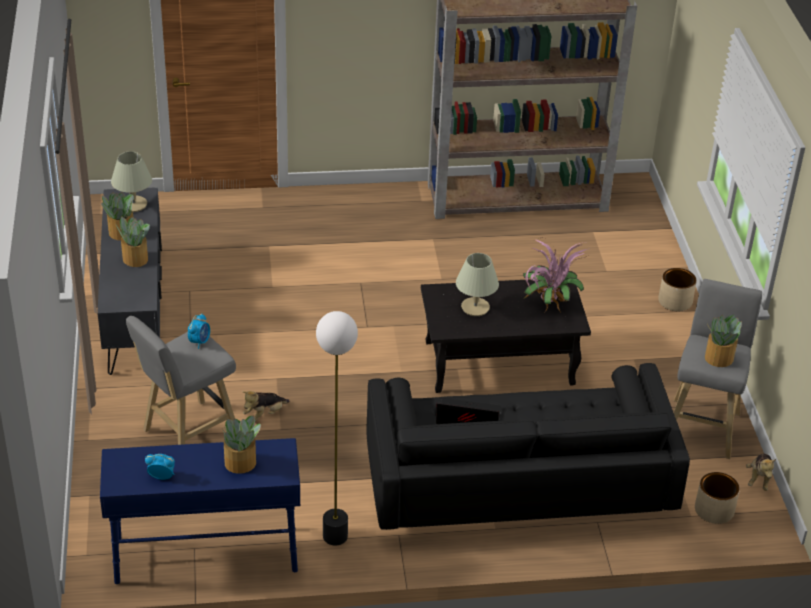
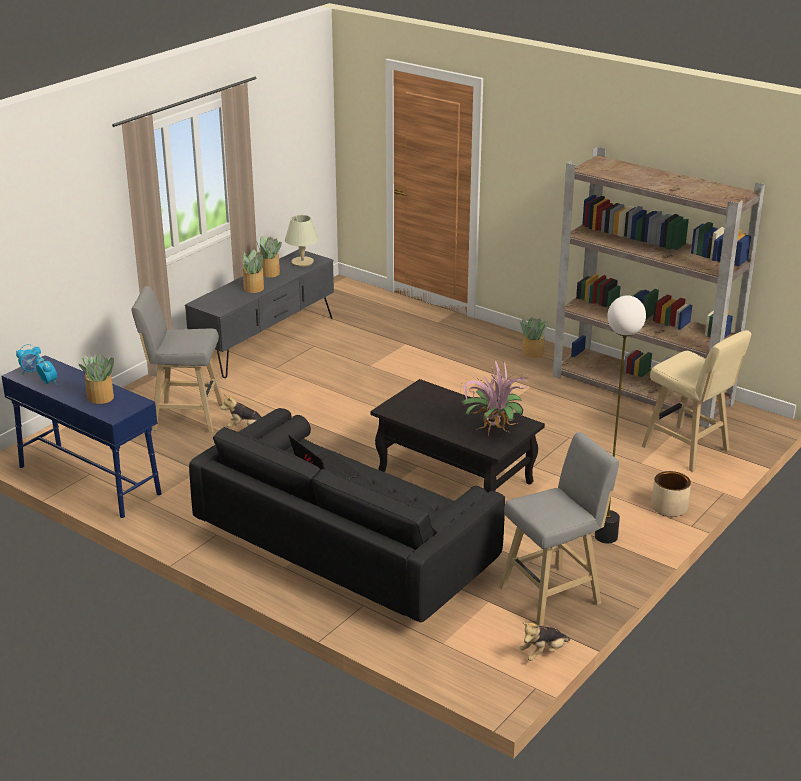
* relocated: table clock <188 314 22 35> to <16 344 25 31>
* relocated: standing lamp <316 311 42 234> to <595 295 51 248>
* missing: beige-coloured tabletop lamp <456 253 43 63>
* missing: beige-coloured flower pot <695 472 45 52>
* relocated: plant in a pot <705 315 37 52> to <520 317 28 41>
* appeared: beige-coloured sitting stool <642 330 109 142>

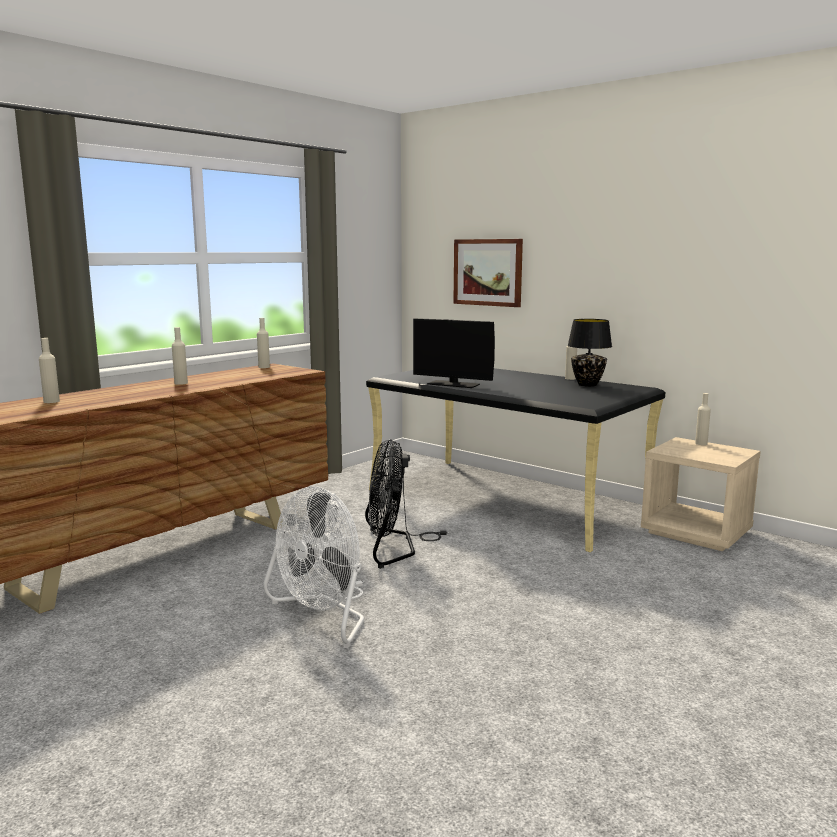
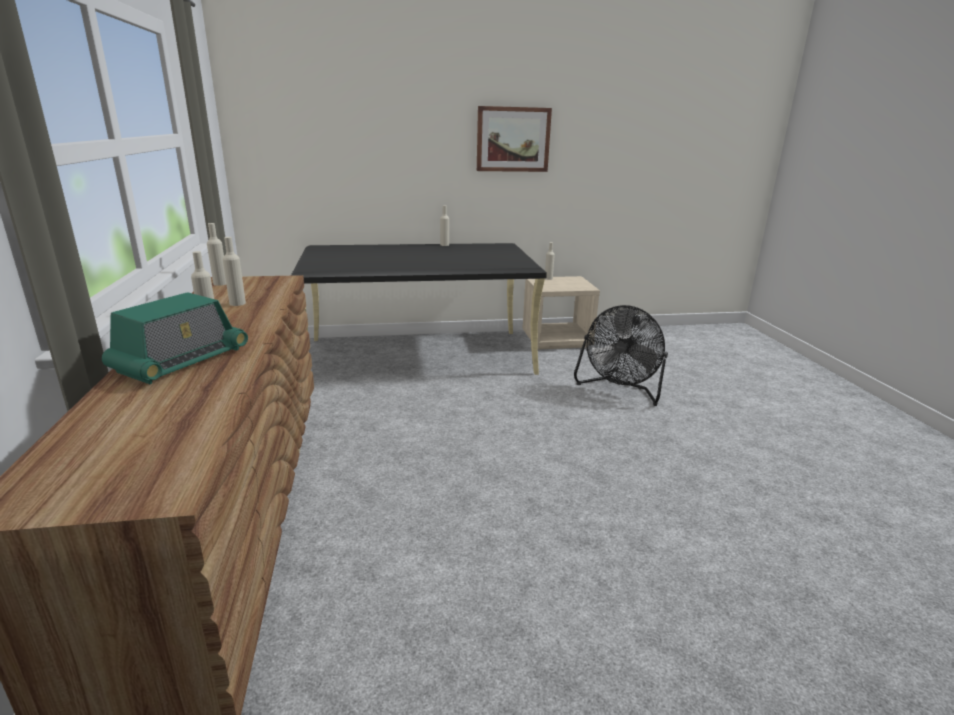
* relocated: beige-coloured drink bottle <39 338 21 65> to <223 237 23 69>
* missing: white electric fan <263 486 101 162>
* relocated: black-coloured electric fan <365 439 84 130> to <574 305 94 101>
* missing: computer display <413 318 82 70>
* relocated: picture <453 239 70 68> to <477 106 75 66>
* missing: black-coloured tabletop lamp <568 319 44 68>
* appeared: radio <102 292 146 92>

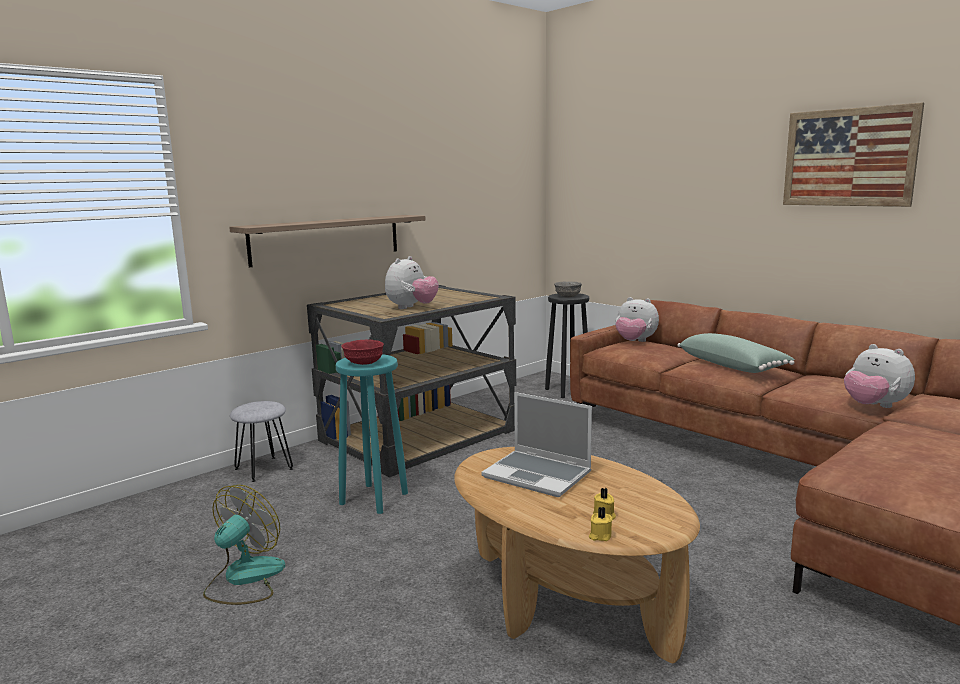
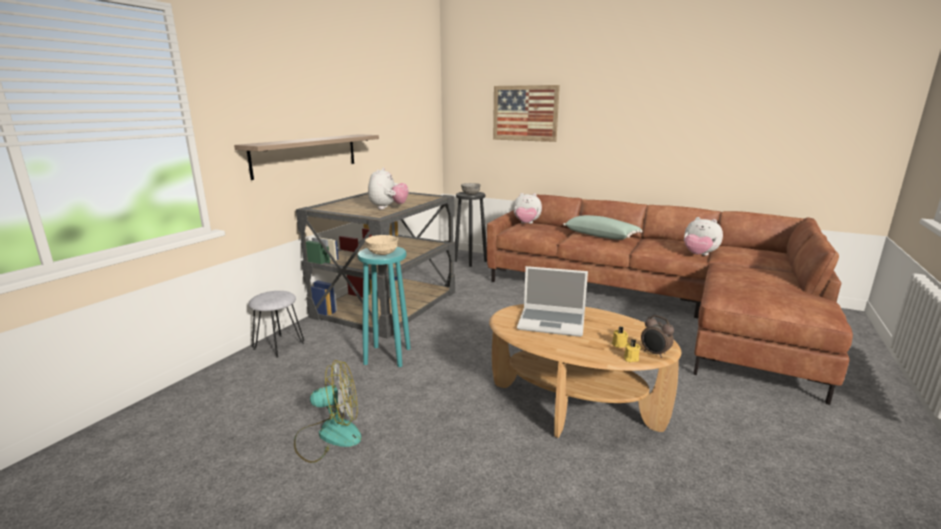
* spun: electric fan <203 485 83 120> = <294 360 68 103> 75 degrees clockwise
* colour: red serving bowl <341 340 43 25> to beige-coloured serving bowl <365 235 33 20>
* relocated: picture <783 102 141 105> to <493 85 67 57>
* appeared: table clock <641 315 33 43>

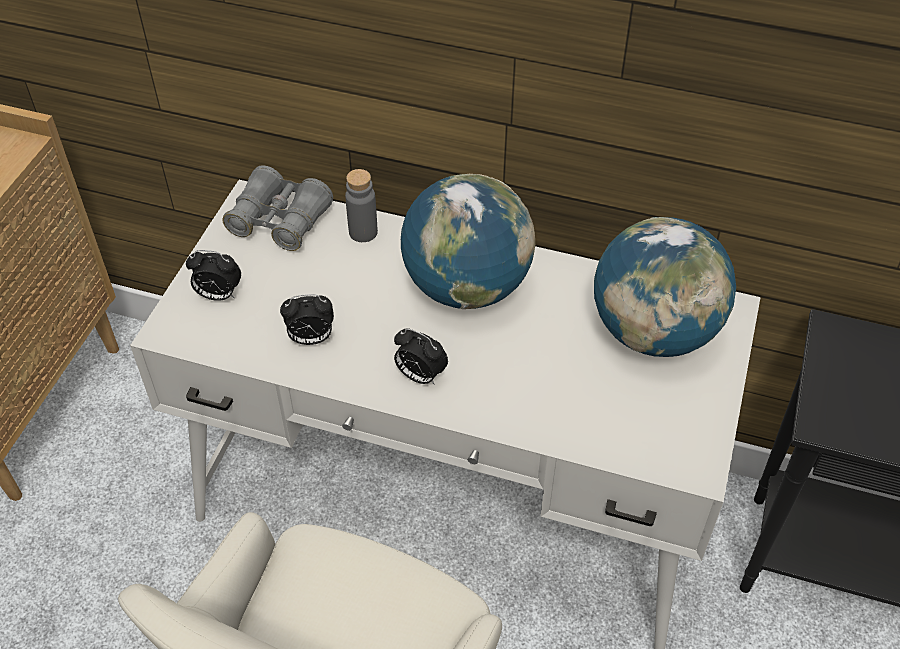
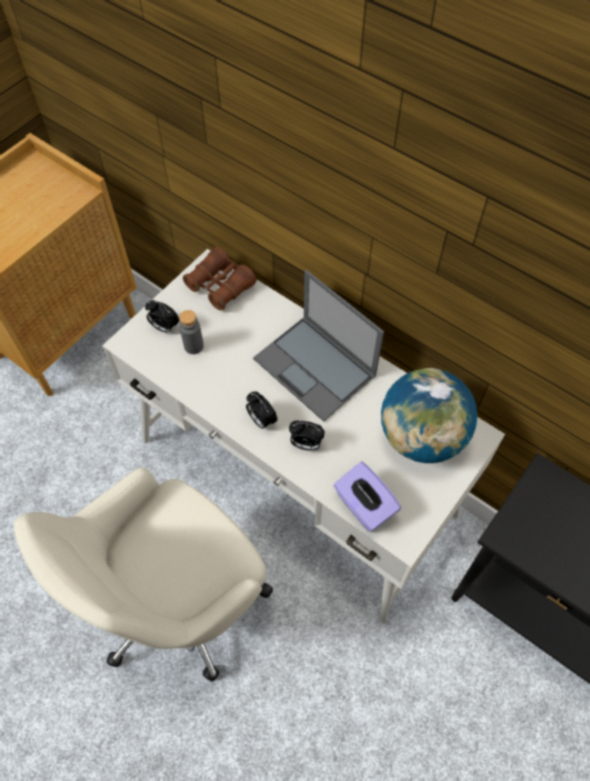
* colour: greyish pair of binoculars <222 166 111 85> to brownish pair of binoculars <183 247 74 64>
* relocated: table clock <280 294 54 51> to <289 420 36 31>
* relocated: greyish drink bottle <345 169 33 73> to <179 310 25 44>
* exchanged: globe <401 174 134 136> to laptop <253 270 131 152>
* appeared: purple-coloured tissue holder <333 462 68 70>

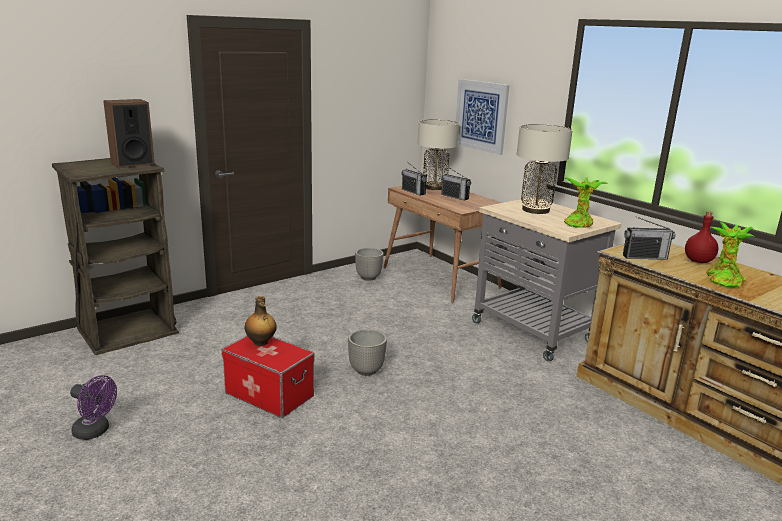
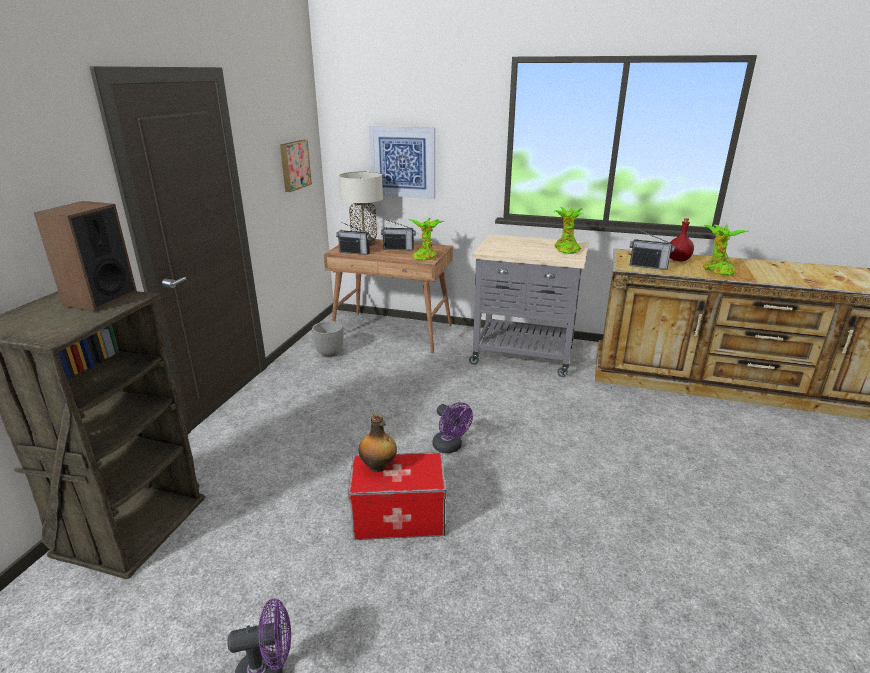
* exchanged: flower pot <348 329 39 47> to purple-coloured electric fan <432 402 41 51>
* missing: tabletop lamp <517 124 56 90>
* spun: radio <623 217 52 43> = <629 230 46 40> 60 degrees clockwise
* appeared: picture <280 140 32 52>
* appeared: plant in a pot <409 218 35 43>

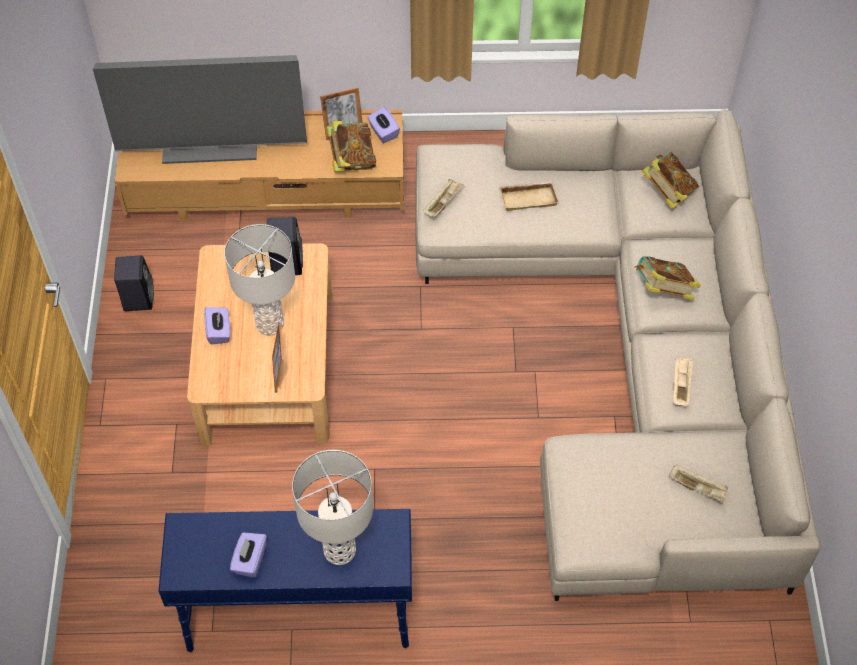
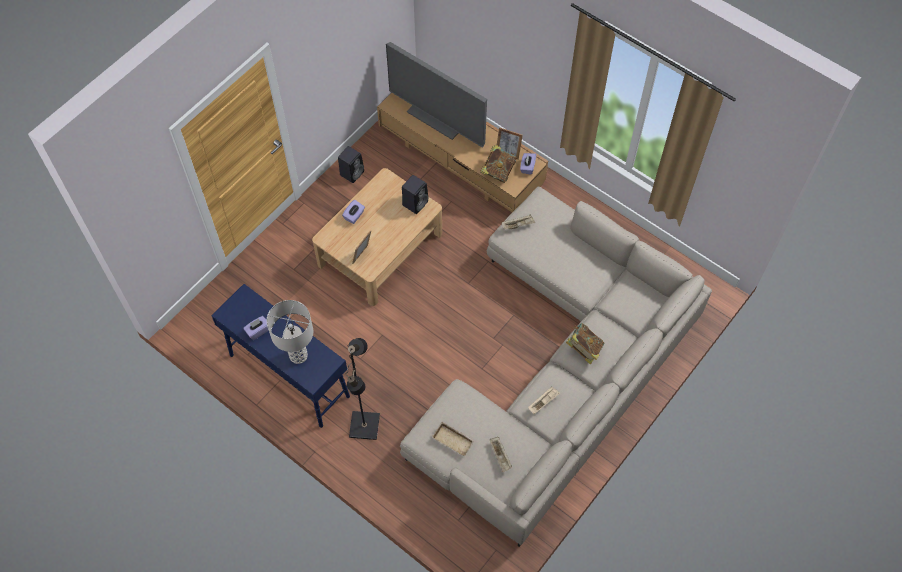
* missing: white tabletop lamp <224 224 71 111>
* relocated: beige-coloured tray <499 181 60 30> to <432 422 43 34>
* missing: book <642 152 57 57>
* appeared: black-coloured standing lamp <345 338 35 102>

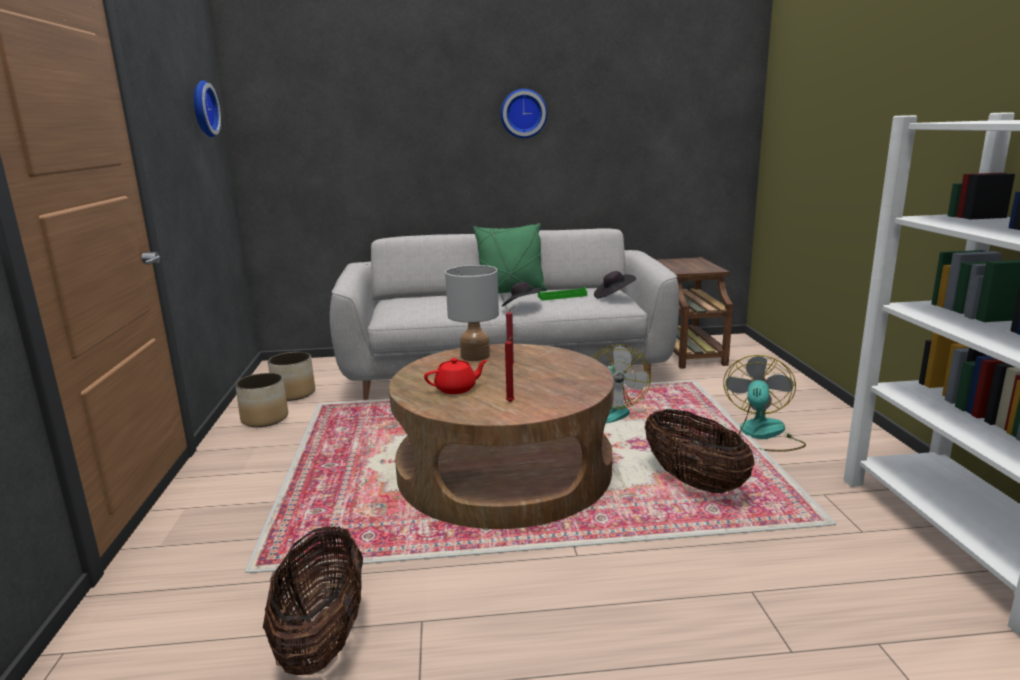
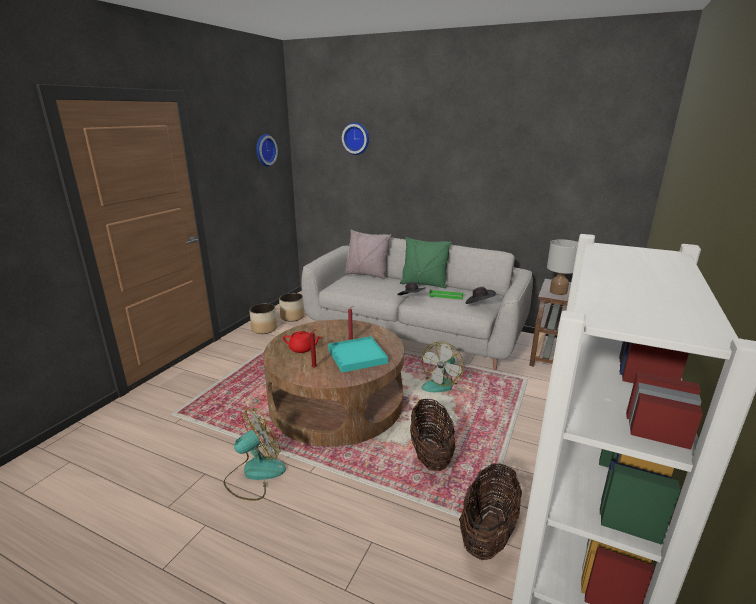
* relocated: storage basket <263 526 100 149> to <459 463 63 97>
* relocated: greyish tabletop lamp <445 265 54 96> to <547 239 31 56>
* relocated: wall clock <500 89 47 49> to <342 122 27 33>
* relocated: electric fan <723 355 83 97> to <223 408 63 92>
* appeared: turquoise tray <328 336 60 36>
* appeared: purple-coloured pillow <344 229 47 50>

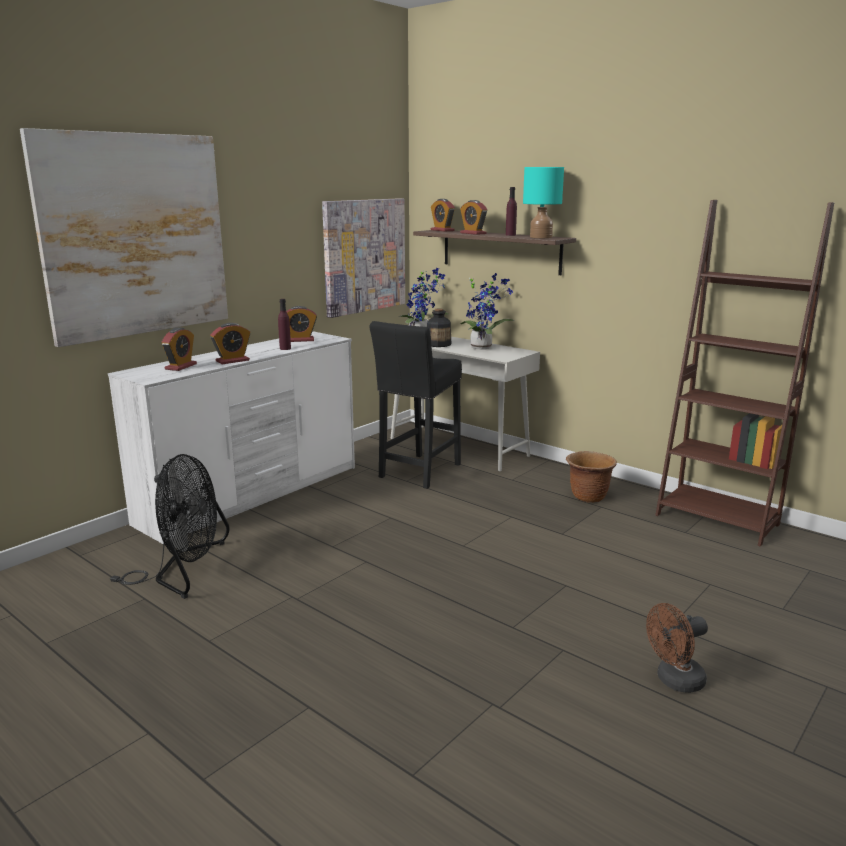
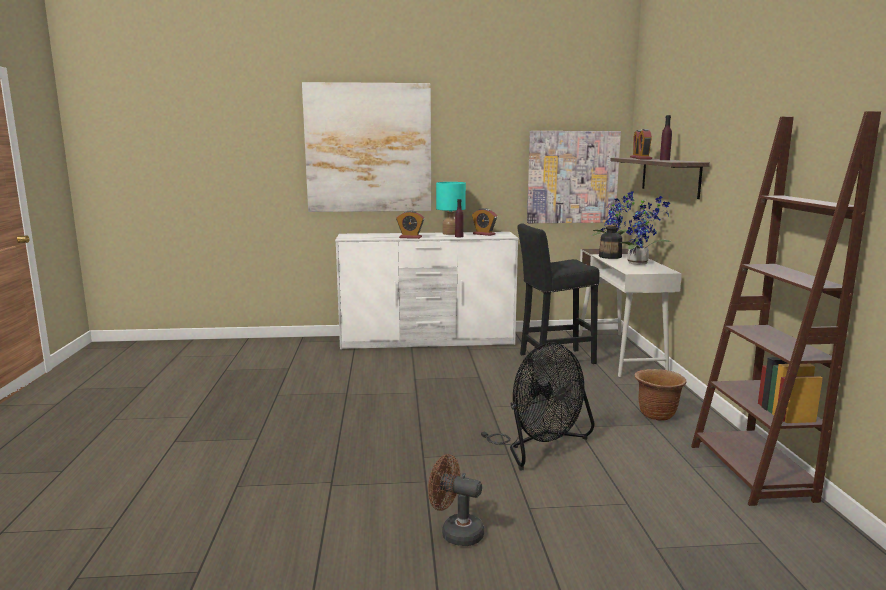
* relocated: black-coloured electric fan <110 454 119 145> to <481 343 113 128>
* missing: table clock <162 327 35 44>
* relocated: turquoise tabletop lamp <523 167 41 71> to <436 182 30 53>

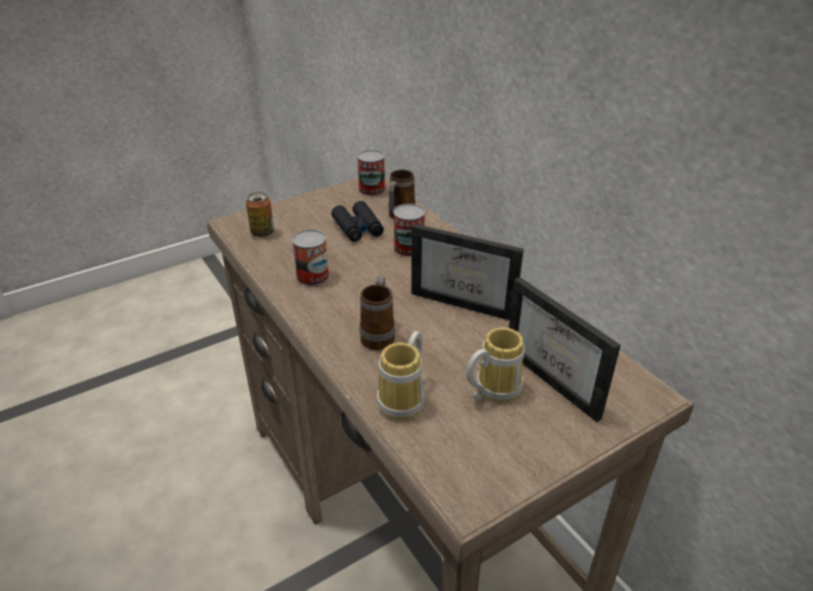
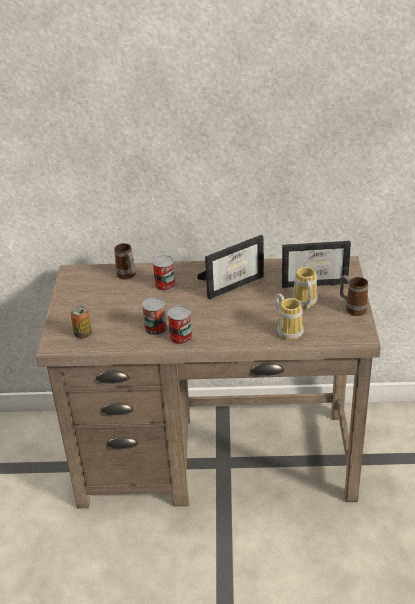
* missing: black-coloured pair of binoculars <331 201 53 41>
* relocated: metal can <357 150 28 46> to <168 306 24 39>
* relocated: coffee mug <360 275 35 75> to <340 275 28 41>

